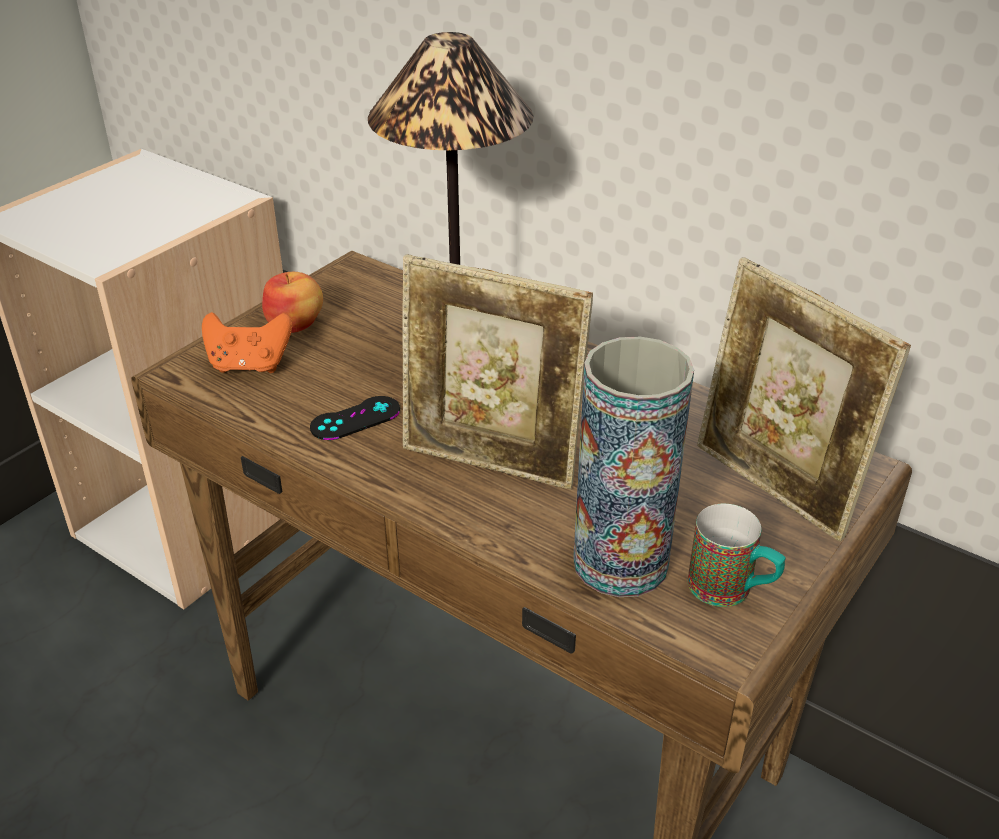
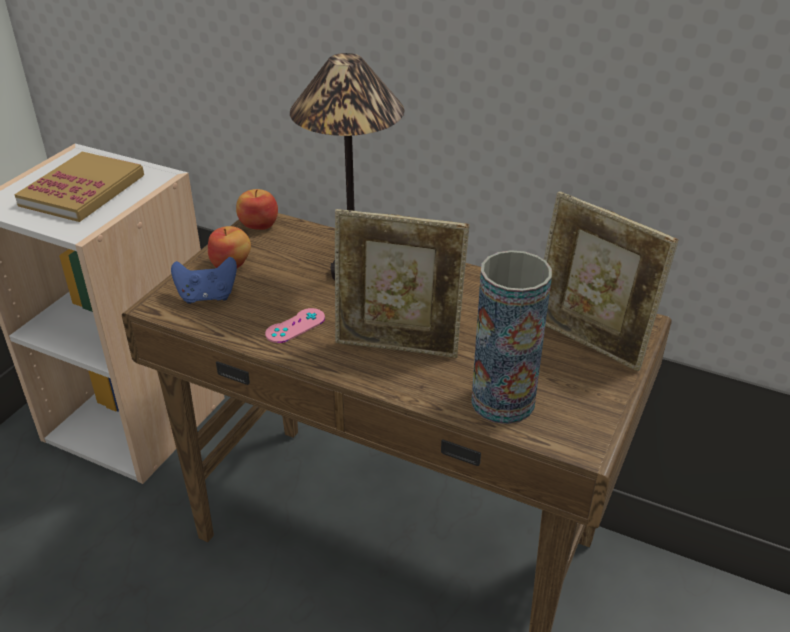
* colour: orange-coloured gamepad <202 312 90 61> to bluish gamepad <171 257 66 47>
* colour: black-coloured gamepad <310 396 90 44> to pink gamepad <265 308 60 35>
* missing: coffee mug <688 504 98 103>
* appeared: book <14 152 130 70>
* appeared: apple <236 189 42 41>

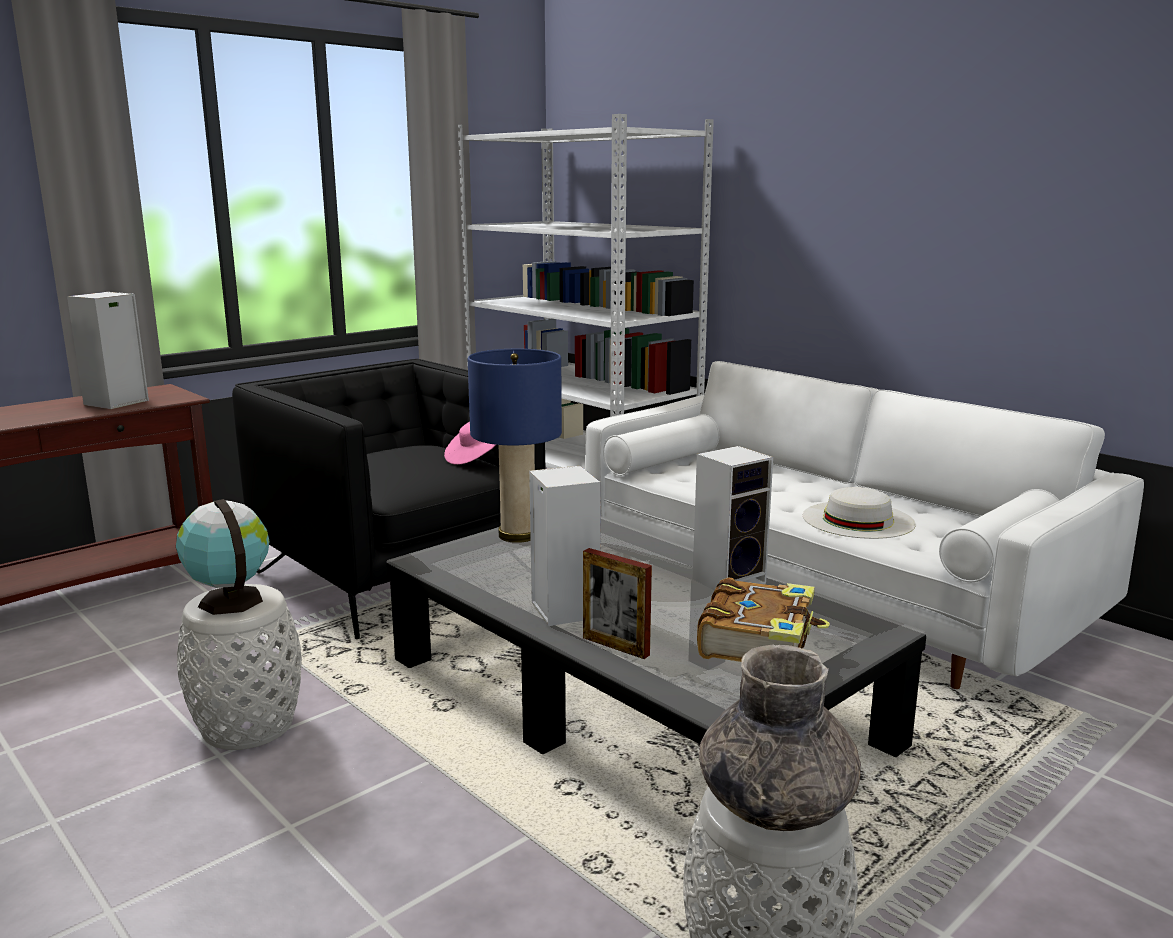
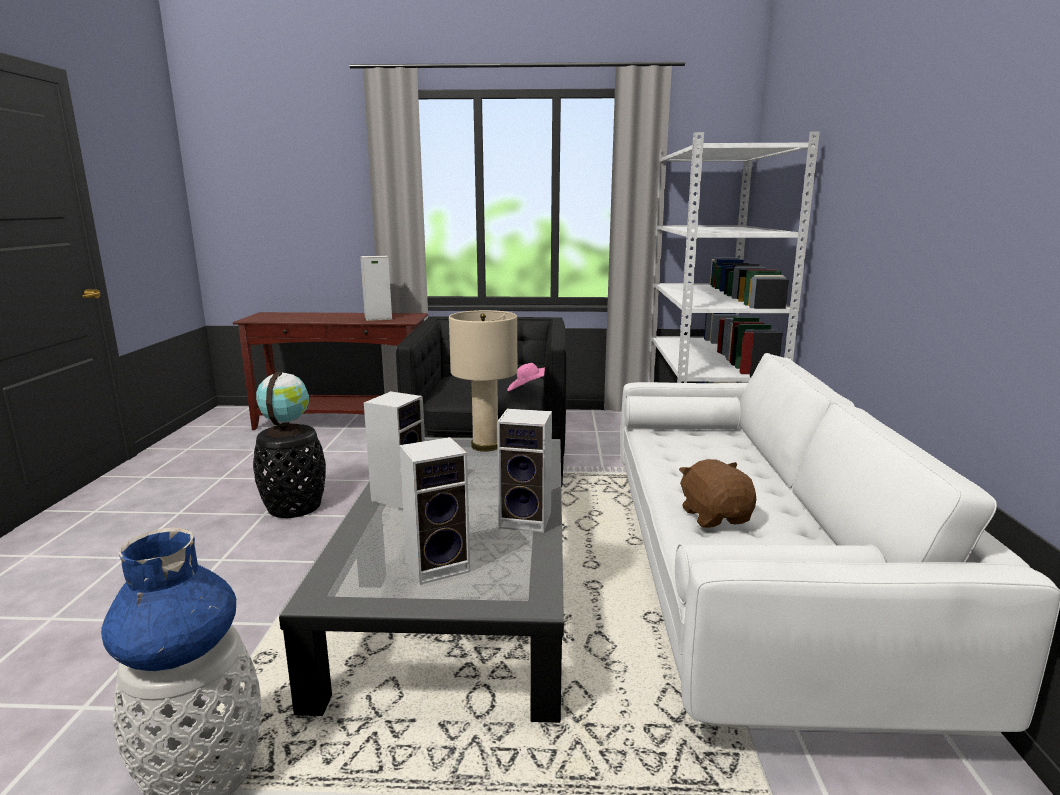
* colour: white sitting stool <177 584 125 166> to black-coloured sitting stool <253 424 73 94>
* colour: bluish tabletop lamp <468 349 94 194> to beige-coloured tabletop lamp <449 310 68 142>
* missing: photo frame <583 548 69 111>
* exchanged: book <697 577 133 85> to audio speaker <399 437 72 148>
* colour: greyish decorative vase <699 644 162 187> to bluish decorative vase <101 527 135 144>
* exchanged: white hat <803 487 113 52> to brownish soft toy <679 459 77 69>

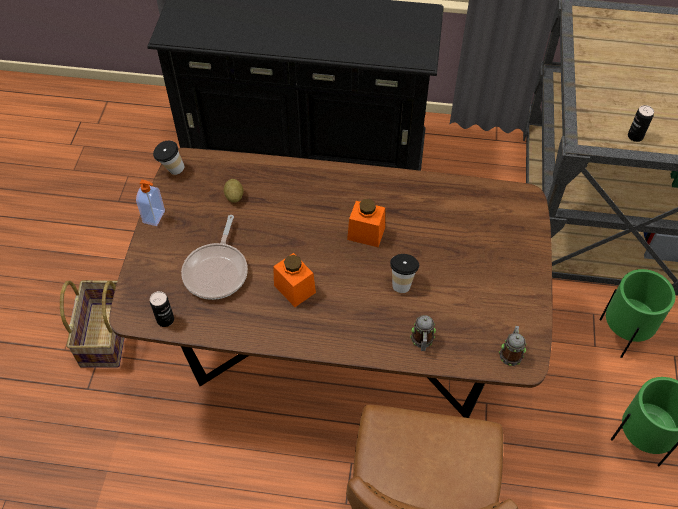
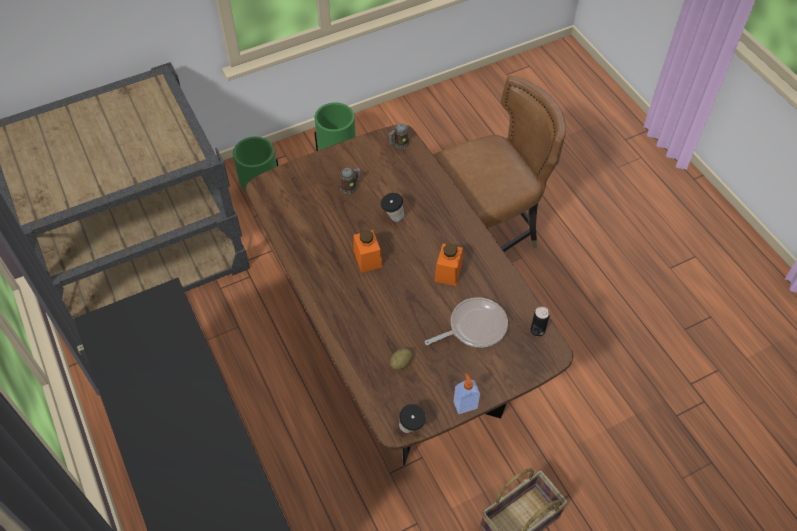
* relocated: coffee mug <410 315 26 36> to <339 168 21 26>
* missing: metal can <628 105 26 37>

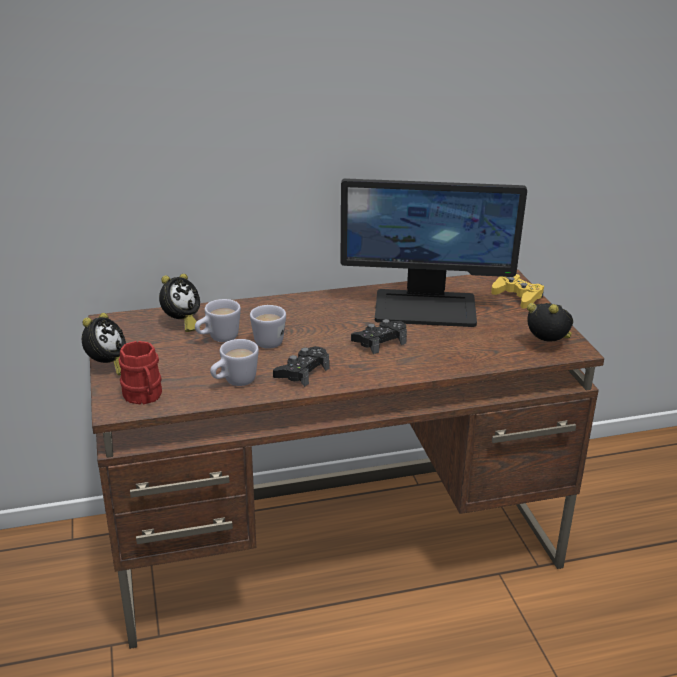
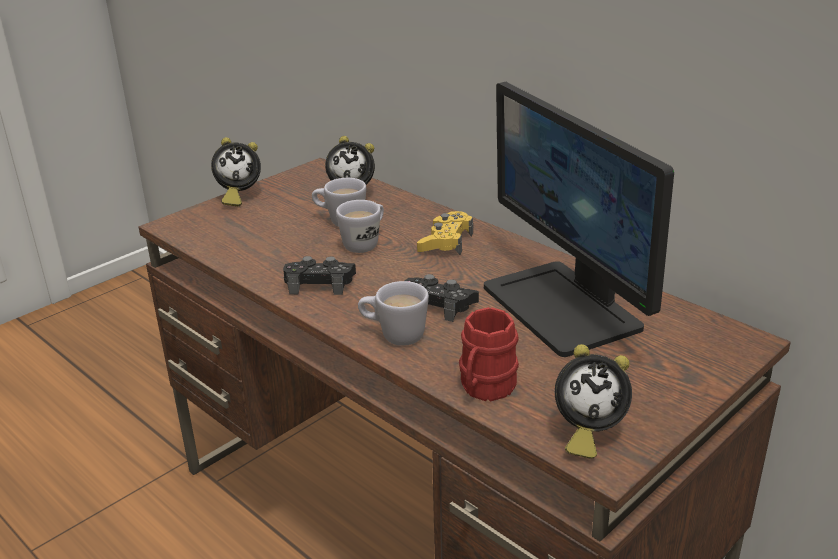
* relocated: red coffee mug <119 341 43 63> to <459 307 60 94>
* relocated: white coffee mug <210 339 49 47> to <358 281 71 65>
* relocated: yellowish gamepad <491 274 53 35> to <417 211 56 44>
* spun: table clock <527 303 46 39> = <555 344 77 115> 90 degrees clockwise

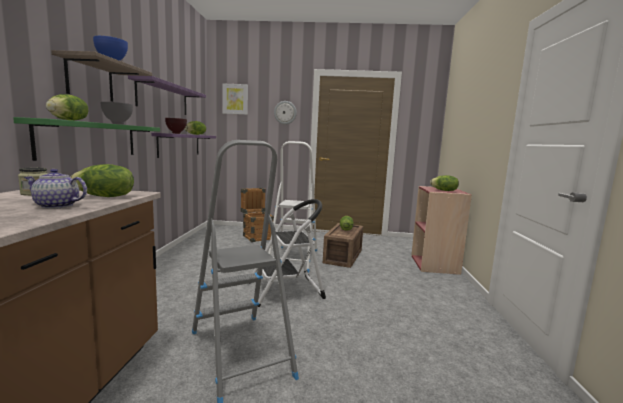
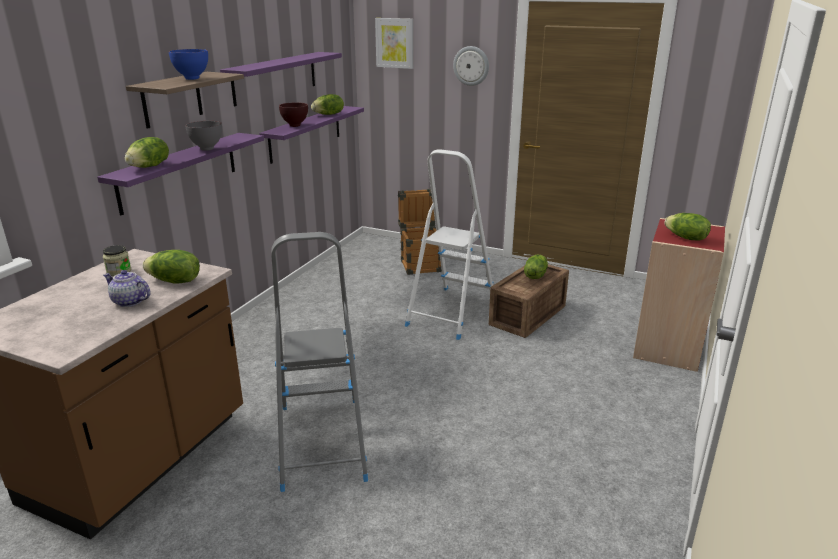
* colour: green shelf <13 117 147 44> to purple-coloured shelf <97 133 167 82>
* missing: step stool <249 199 77 108>

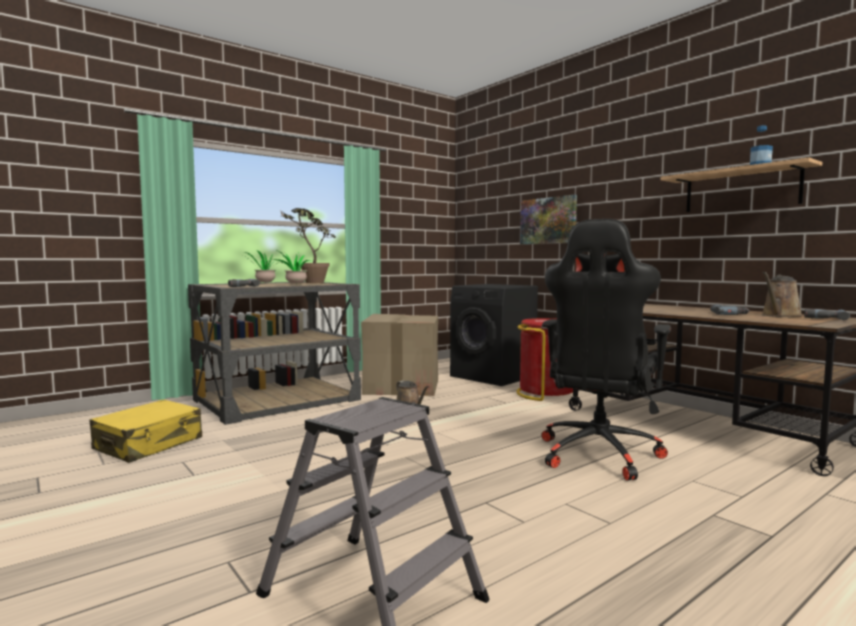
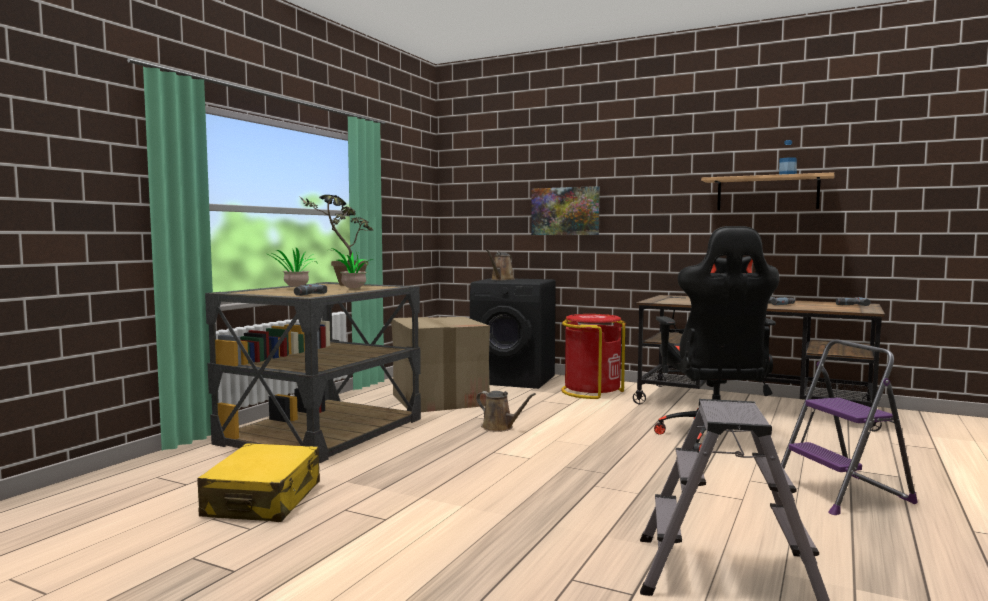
* relocated: brownish watering can <761 272 42 45> to <486 249 29 31>
* appeared: purple-coloured step stool <781 340 136 175>

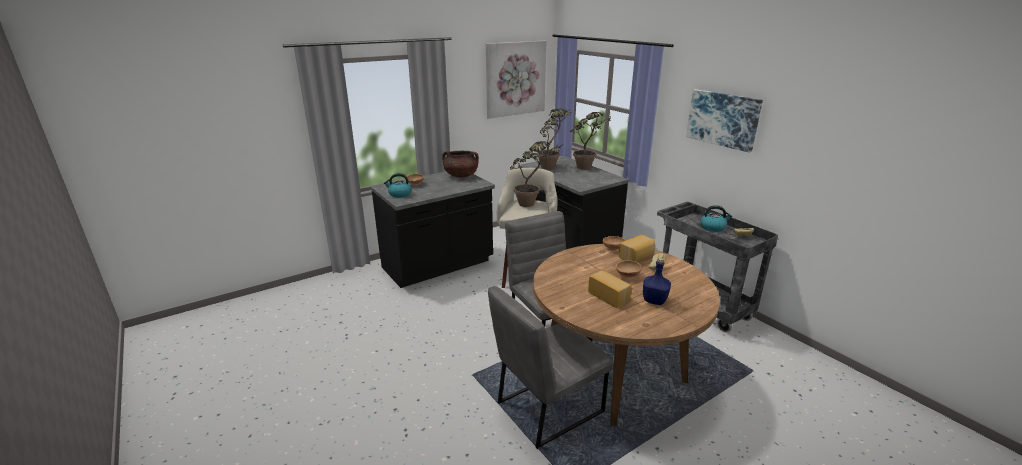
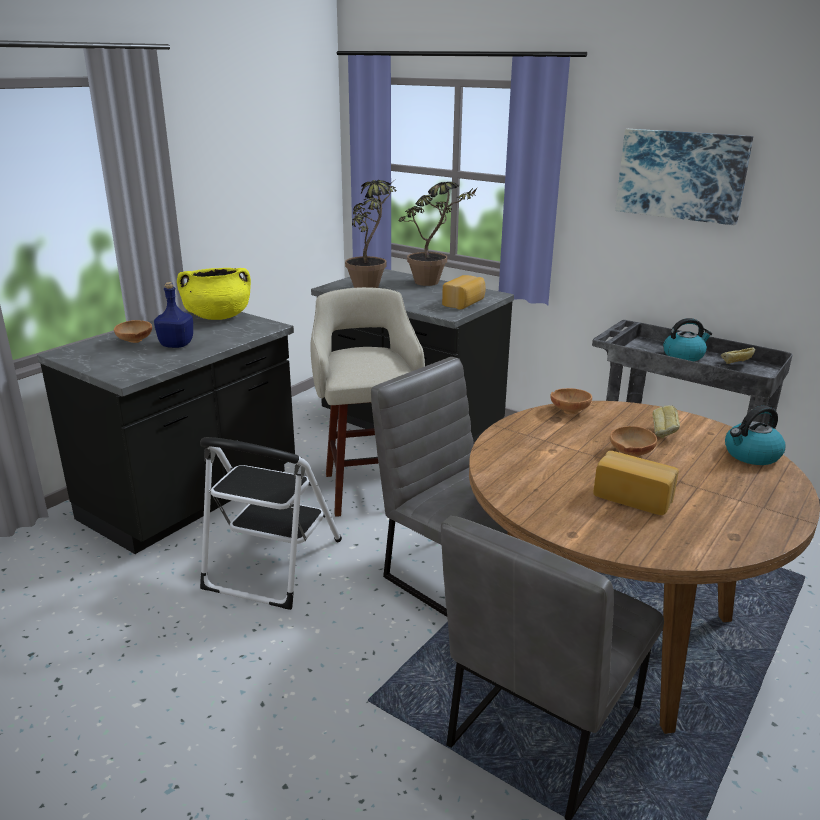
* relocated: tea kettle <384 173 28 25> to <725 406 61 59>
* colour: brownish stockpot <442 151 37 27> to yellowish stockpot <177 268 74 52>
* missing: picture <486 41 60 78>
* missing: plant in a pot <510 141 55 66>
* relocated: bread <619 235 36 27> to <442 275 44 35>
* relocated: bluish drink bottle <643 258 28 47> to <154 282 39 66>
* appeared: step stool <200 437 142 173>

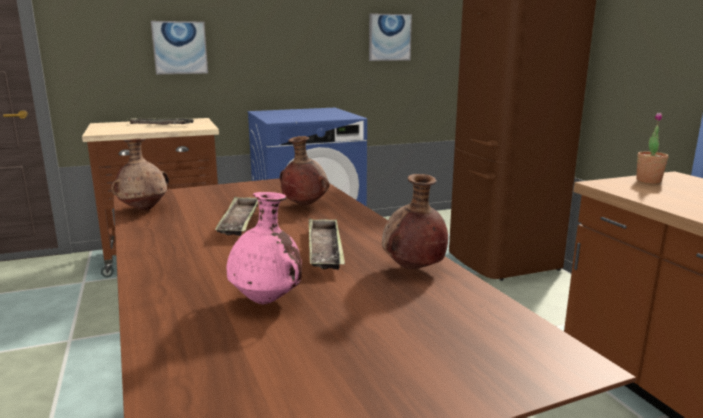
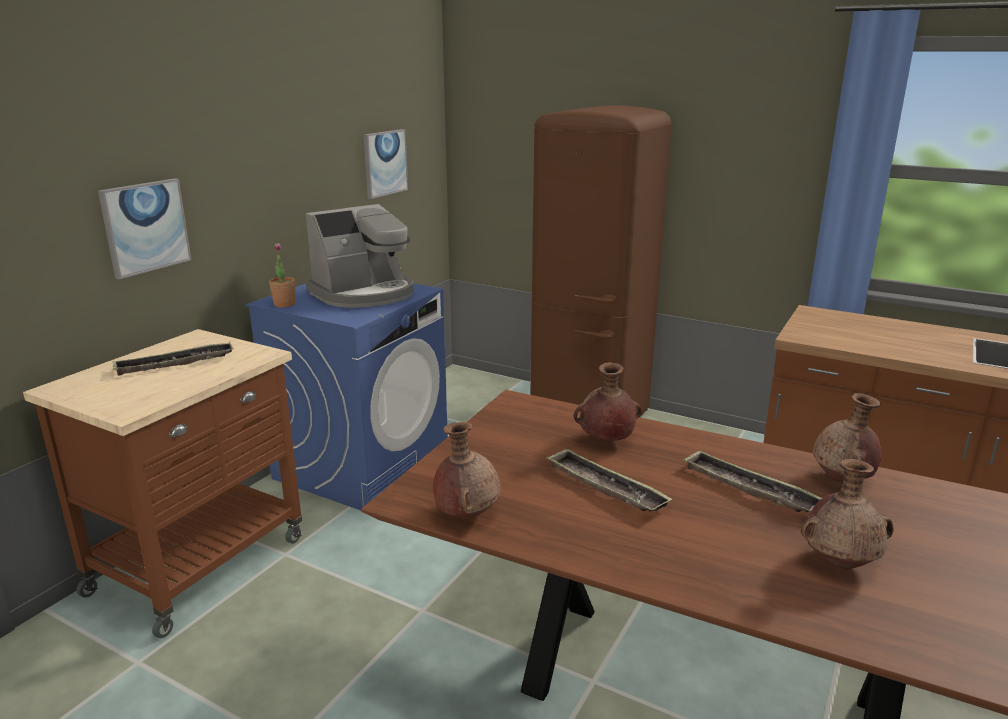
* colour: pink decorative vase <227 192 75 113> to brownish decorative vase <801 459 93 110>
* relocated: plant in a pot <636 112 33 72> to <269 243 26 64>
* appeared: coffee brewer <305 204 109 104>

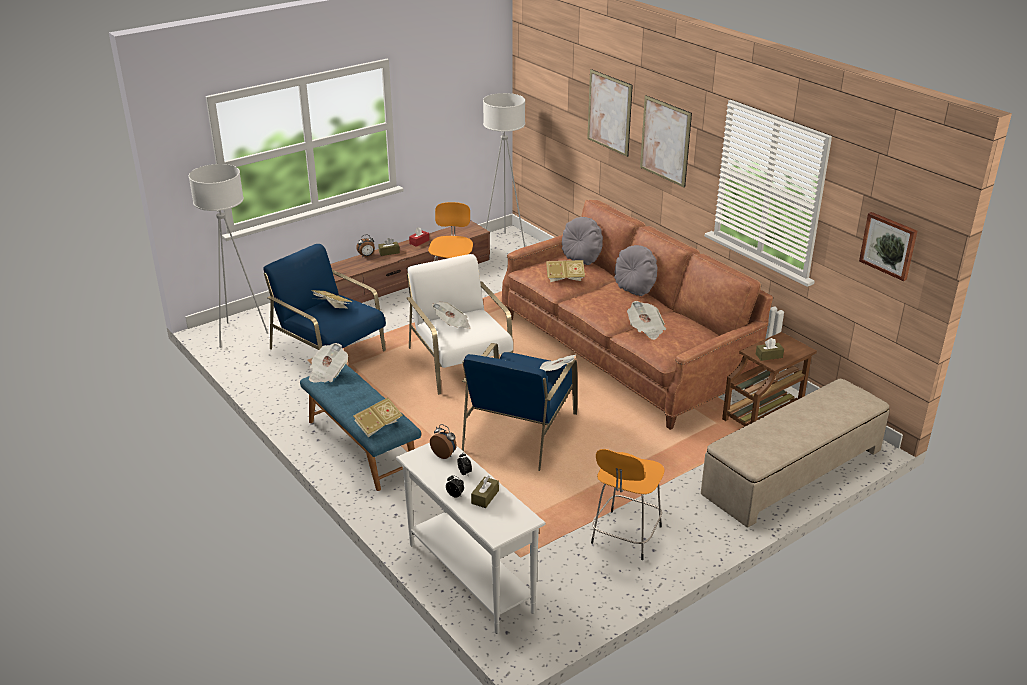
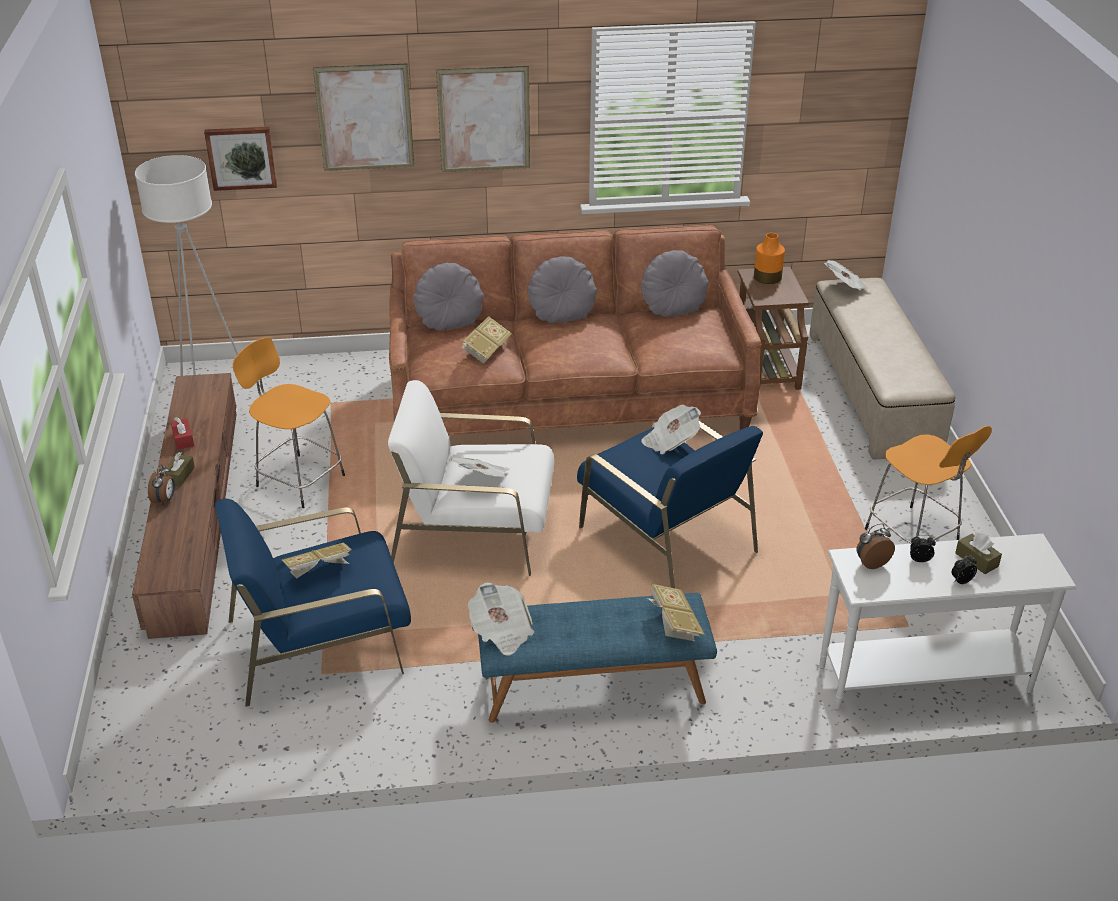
* missing: white standing lamp <189 164 79 184>
* relocated: daily paper <627 301 39 39> to <824 260 47 31>
* missing: brownish tissue holder <756 338 28 23>
* relocated: picture <859 212 58 69> to <204 127 73 64>
* appeared: greyish pillow <641 250 68 67>
* appeared: orange-coloured decorative vase <754 233 31 51>

